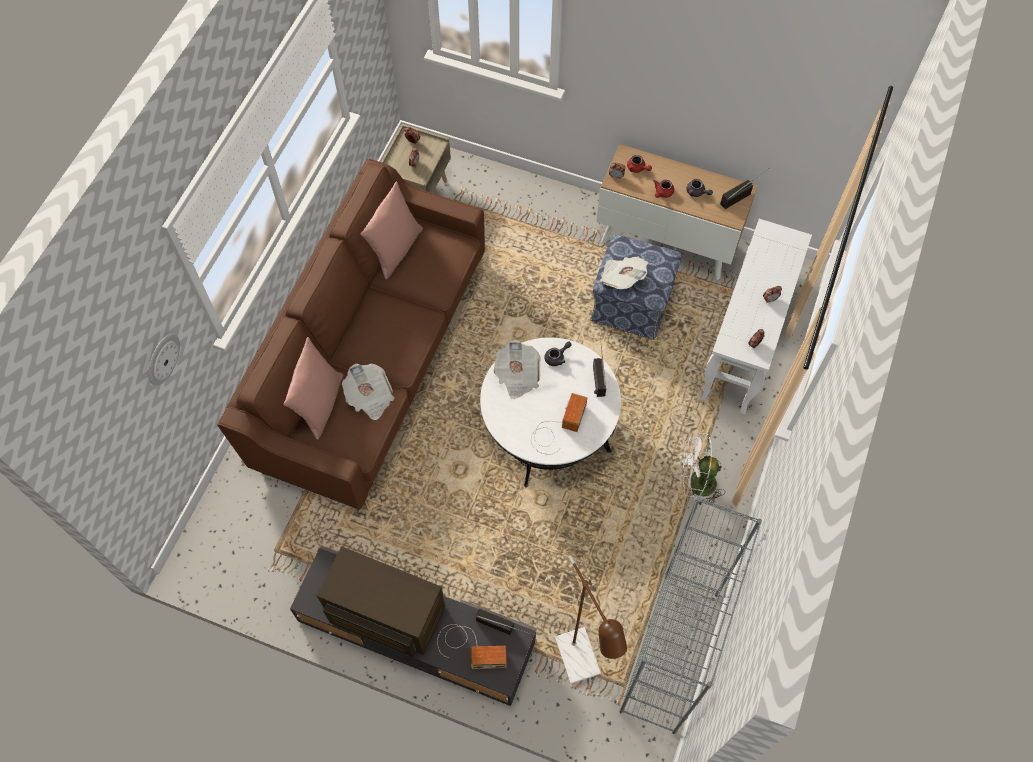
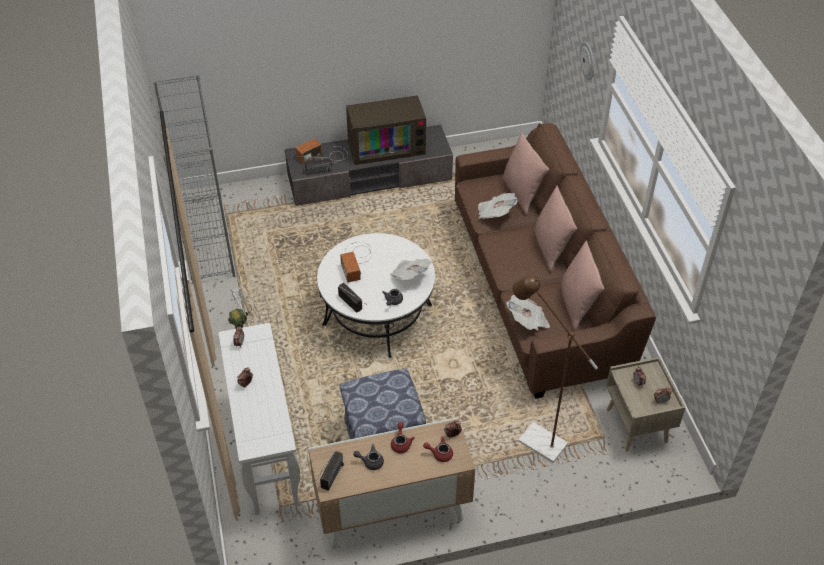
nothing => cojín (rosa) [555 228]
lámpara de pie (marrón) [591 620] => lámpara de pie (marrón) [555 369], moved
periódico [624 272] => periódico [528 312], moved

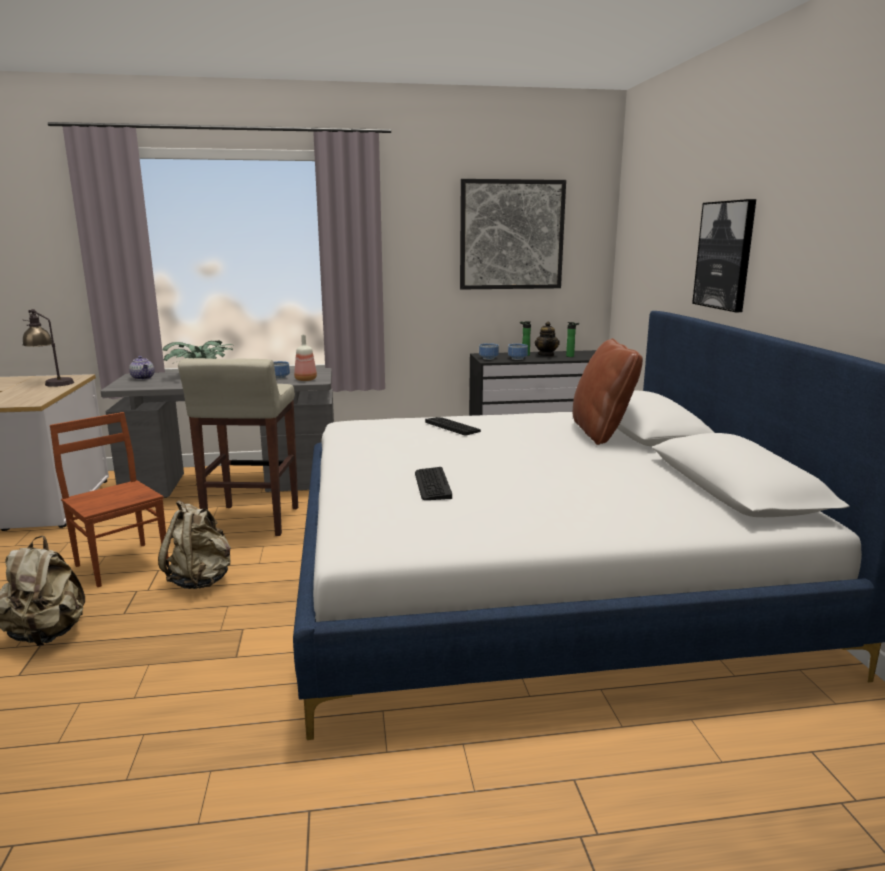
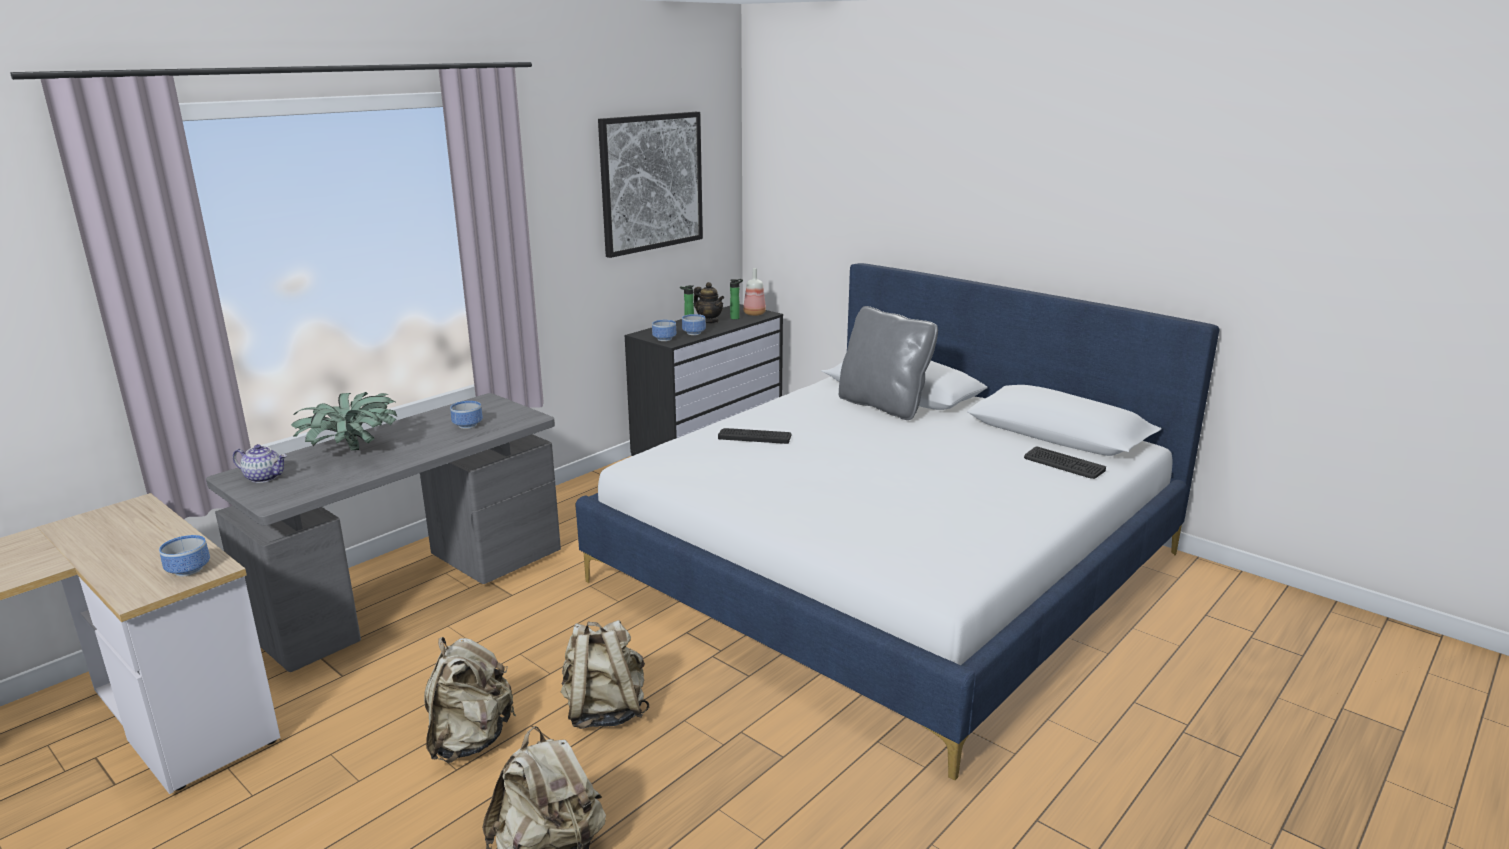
lámpara de mesa [48 348] => nothing
taburete (beis) [238 447] => nothing
cuadro [724 255] => nothing
nothing => cuenco [184 555]
botella [305 358] => botella [754 292], moved
teclado [433 483] => teclado [1065 462], moved
silla (marrón) [109 499] => mochila (beis) [470 700]
cojín (marrón) [608 391] => cojín (gris) [888 363]

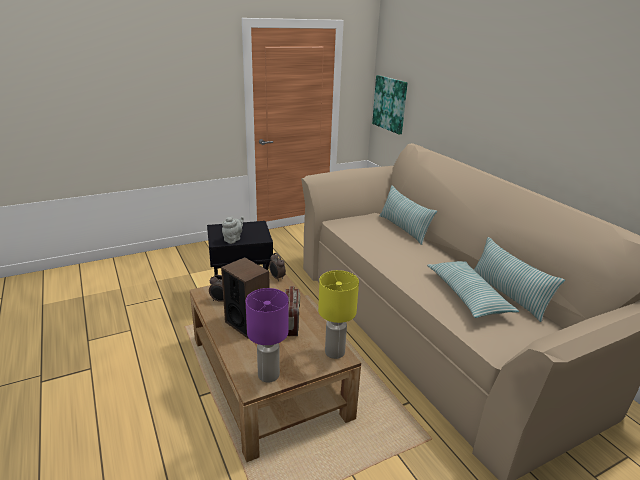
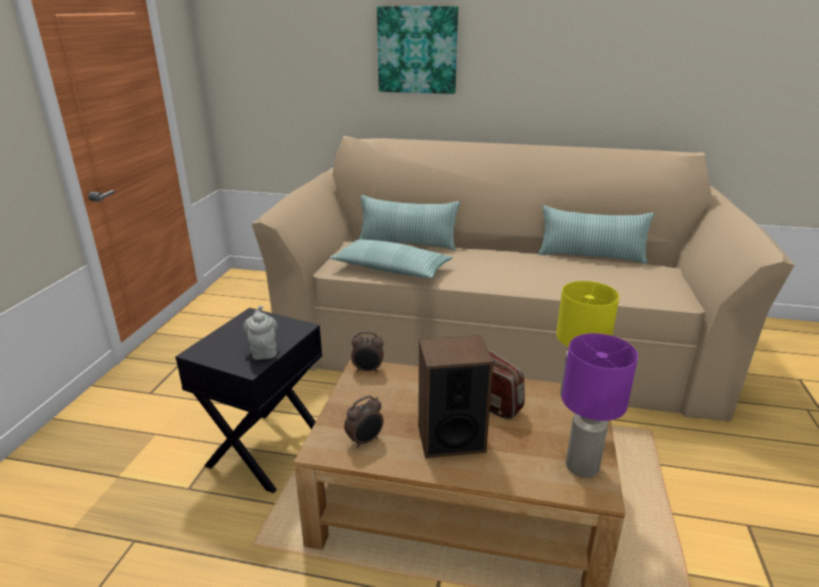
cuadro [390 104] => cuadro [417 50], moved
cojín [473 289] => cojín [391 258], moved

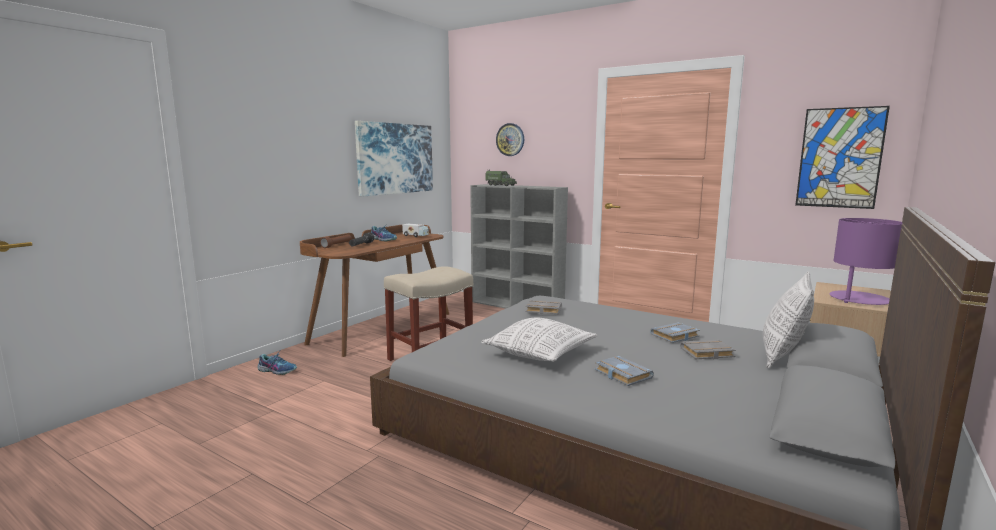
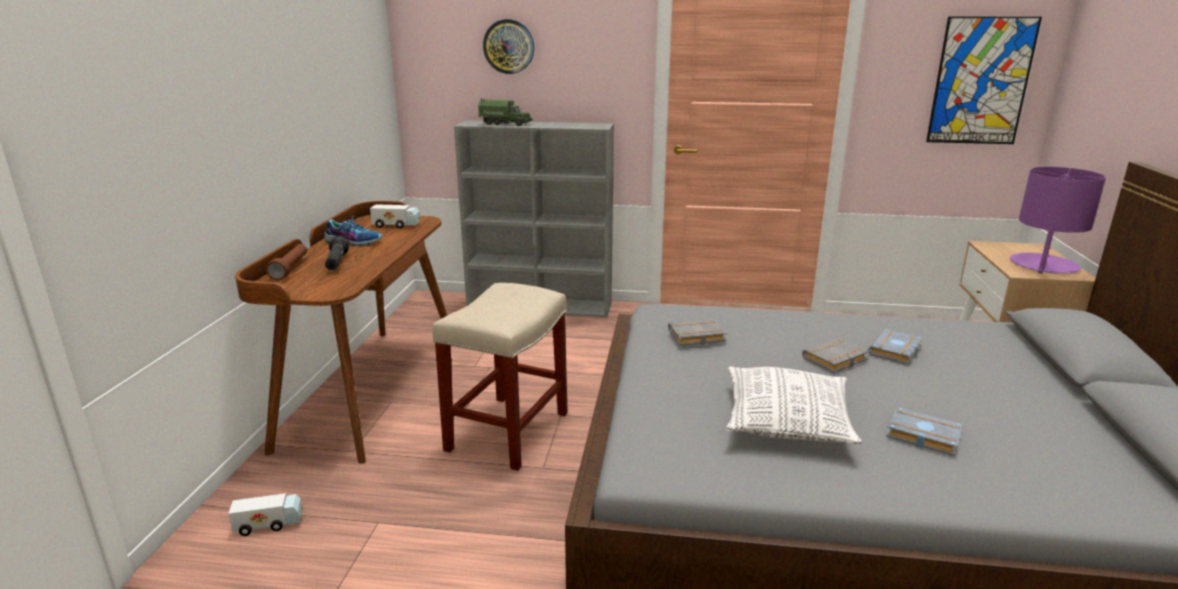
cuadro [394 159] => nothing
cojín [788 320] => nothing
libro (gris) [708 349] => libro (gris) [835 355], moved
zapato [277 363] => camión de juguete [265 514]

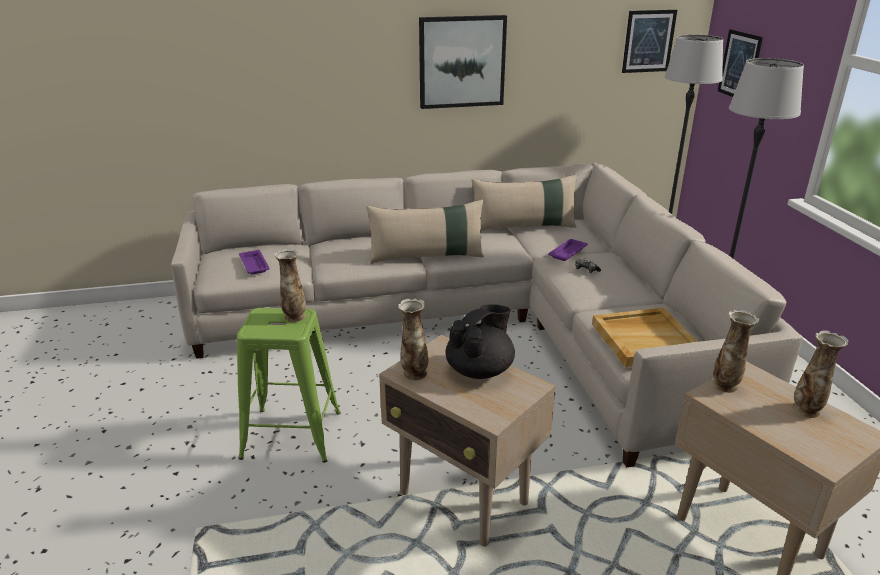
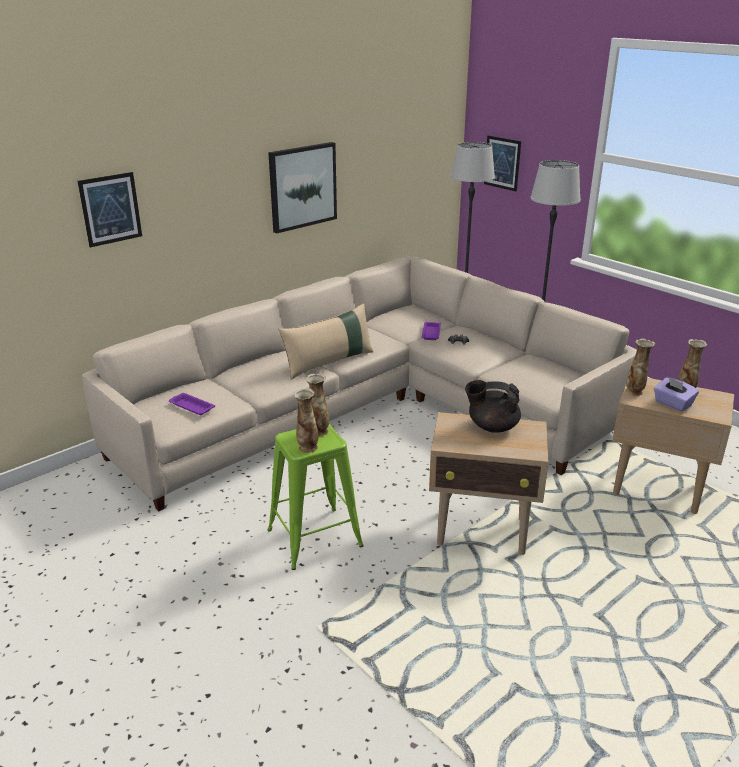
cojín (beis) [524 202] => nothing
bandeja (beis) [645 337] => nothing
nothing => caja de pañuelos (morado) [676 394]
florero [413 339] => florero [306 420], moved
cuadro [649 41] => cuadro [110 209], moved
tetera (negro) [480 341] => tetera (negro) [493 406], 90 degrees counterclockwise

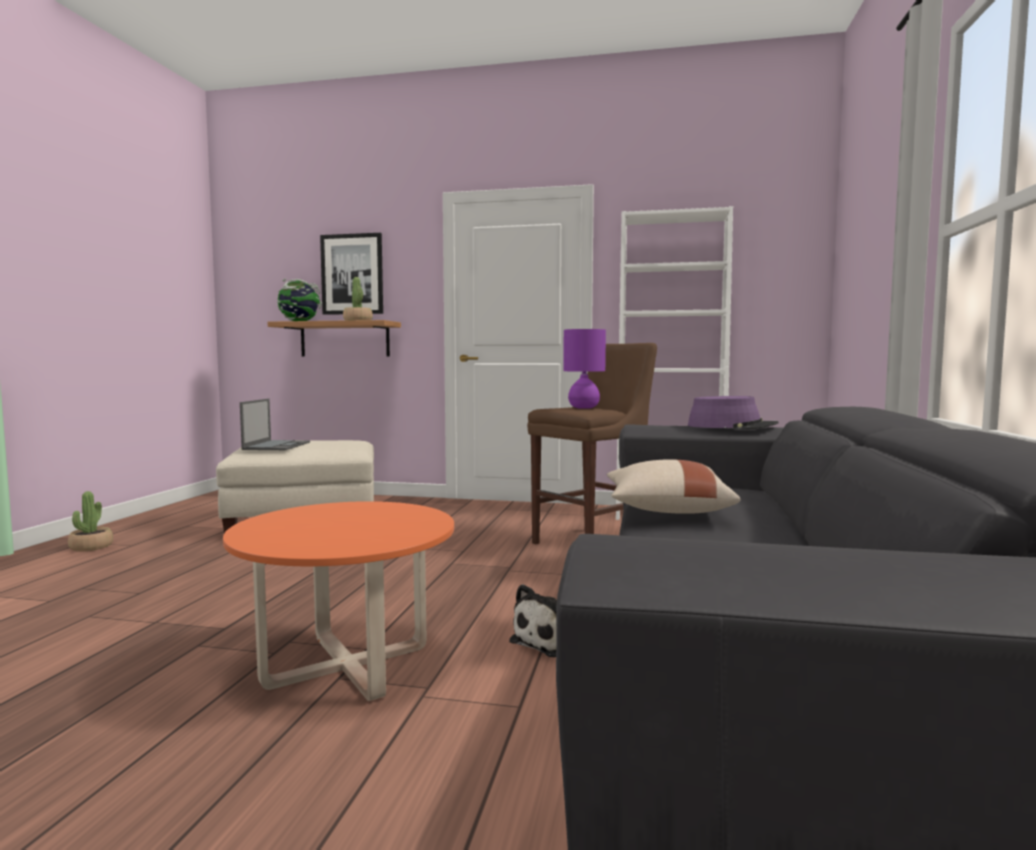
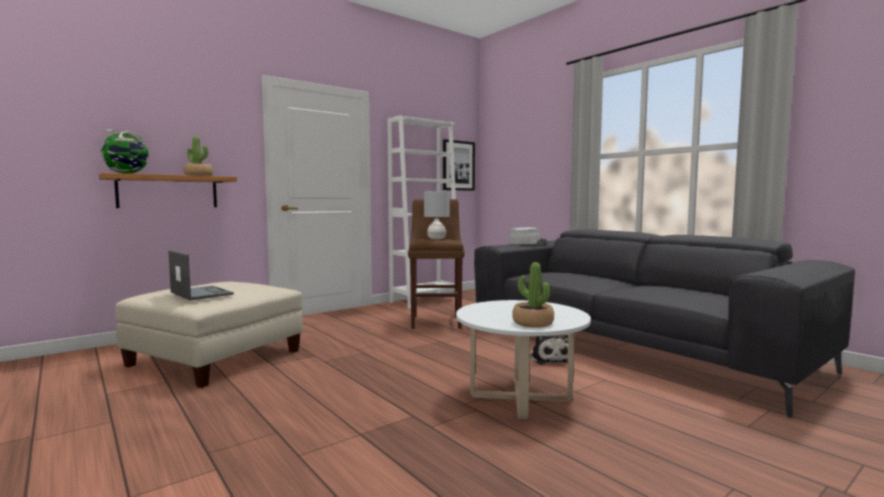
cojín (beis) [673 486] => nothing
planta en maceta [90 521] => planta en maceta [533 295], moved
cuadro [351 274] => cuadro [459 165], moved
mesa de centro (naranja) [338 601] => mesa de centro (blanco) [523 359]
lámpara de mesa (morado) [584 369] => lámpara de mesa (gris) [436 215]
sombrero (morado) [733 412] => sombrero (gris) [527 235]

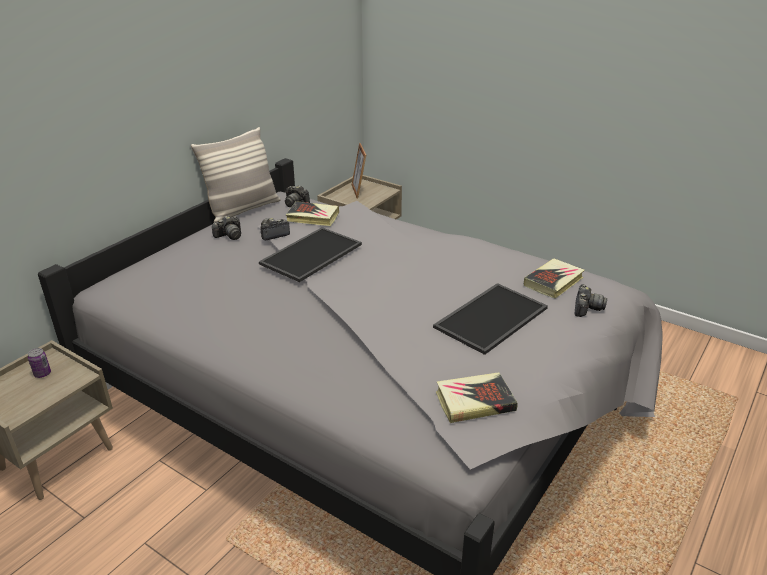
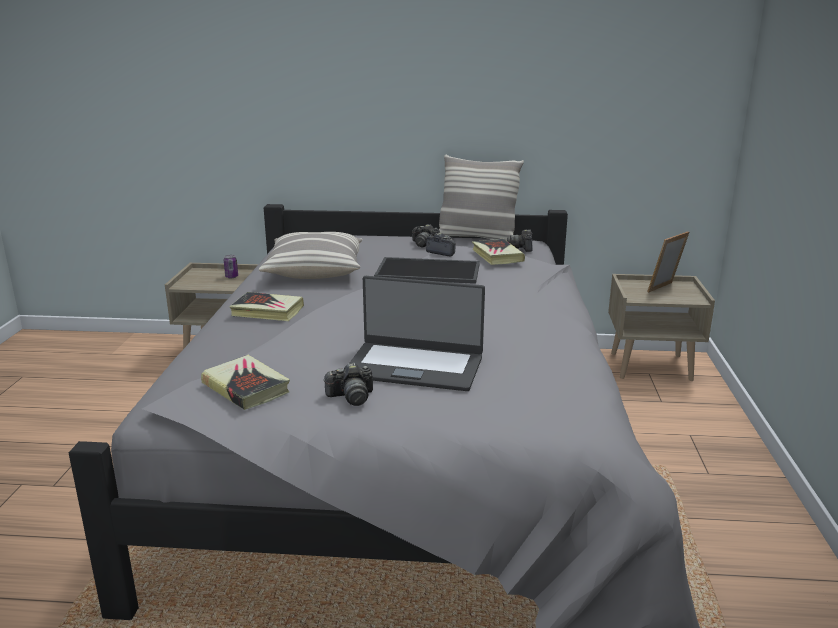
nothing => cojín [311 255]
libro [554 279] => libro [267 306], moved
cámara [590 300] => cámara [348 384], moved
bandeja [490 319] => portátil [417 333]

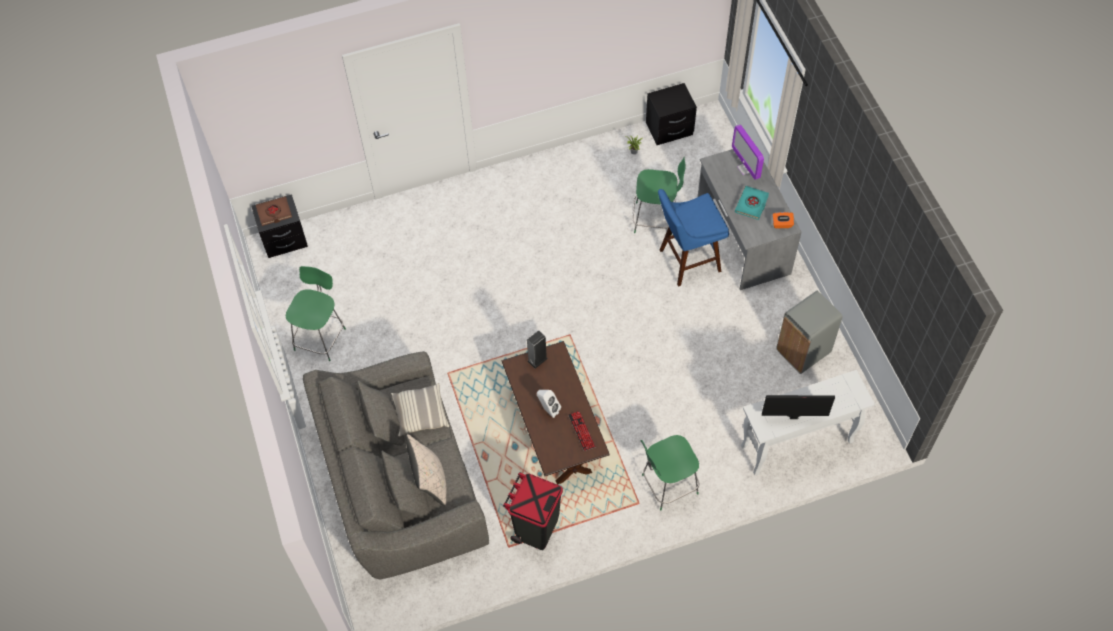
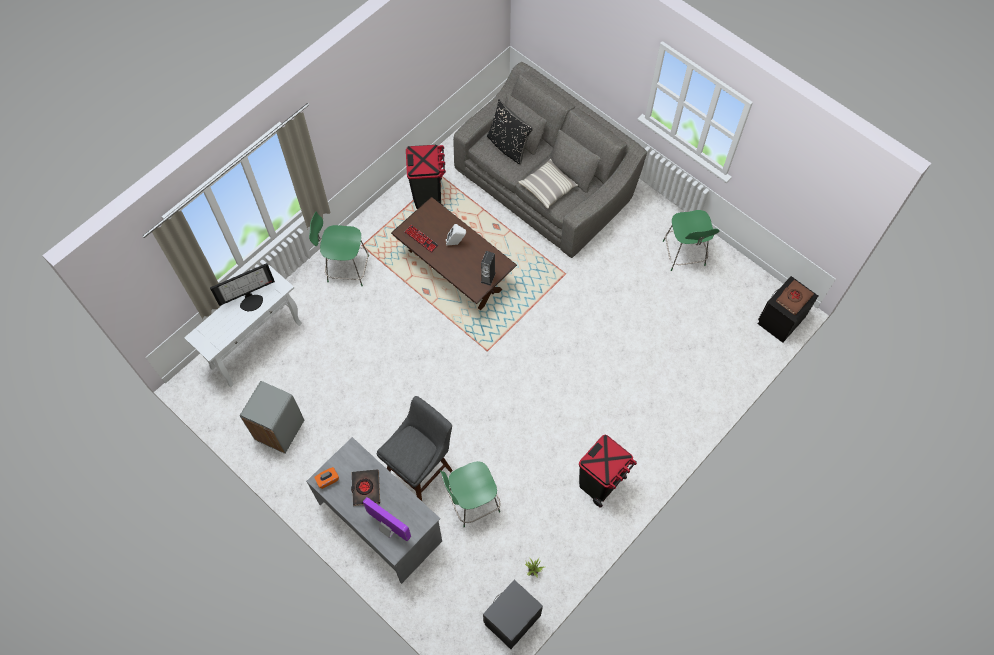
nothing => papelera (negro) [608 471]
cojín (beis) [426 470] => cojín (negro) [510 132]
taburete (azul) [693 238] => taburete (gris) [415 448]
libro (turquesa) [752 203] => libro (negro) [365 487]
silla (verde) [670 472] => silla (verde) [339 249], 120 degrees counterclockwise

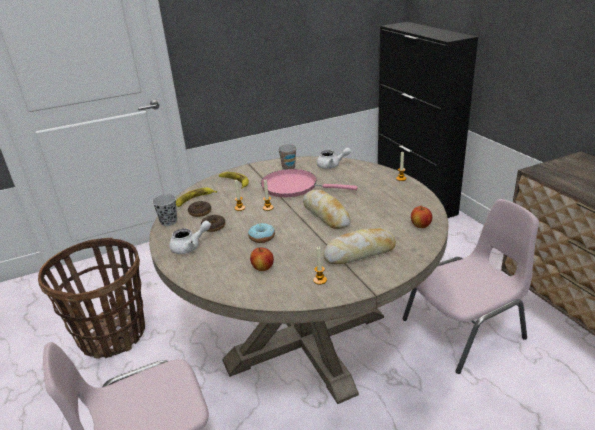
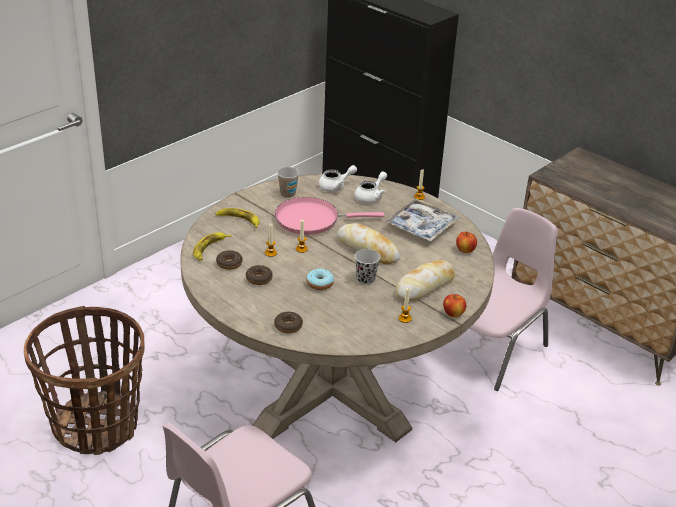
nothing => rosquilla [288 322]
nothing => bandeja [422 220]
taza (negro) [164 210] => taza (negro) [367 267], moved
tetera (blanco) [190 237] => tetera (blanco) [370 187], moved
manzana [262 259] => manzana [454 305], moved

